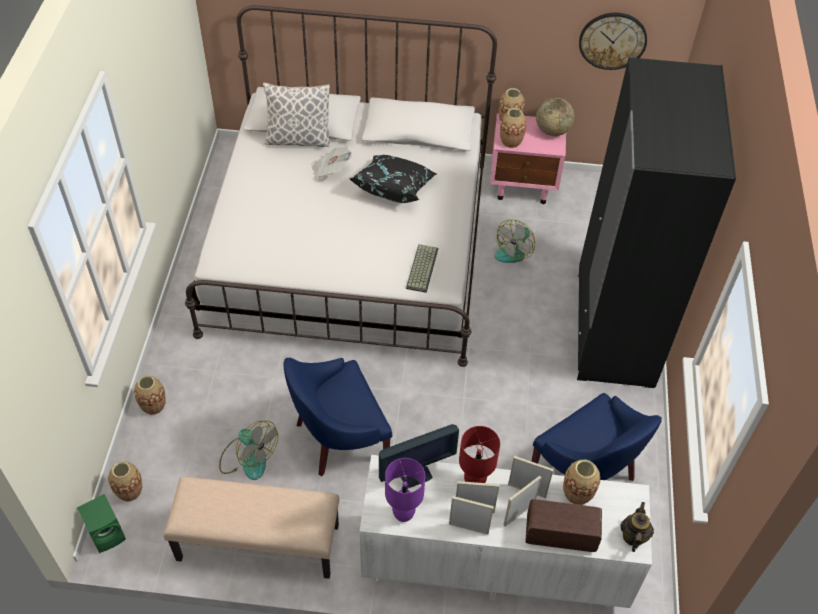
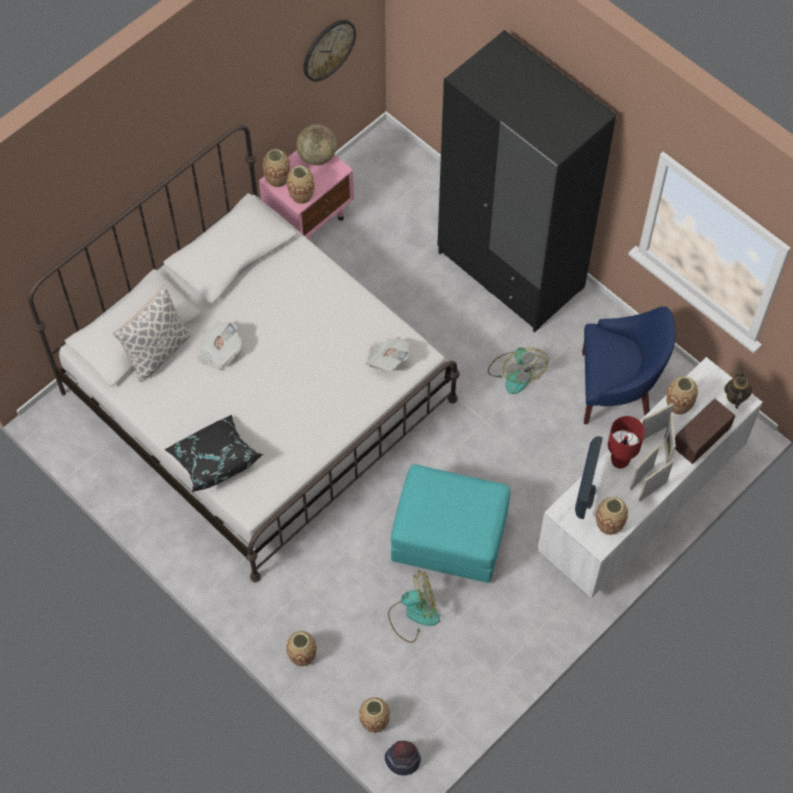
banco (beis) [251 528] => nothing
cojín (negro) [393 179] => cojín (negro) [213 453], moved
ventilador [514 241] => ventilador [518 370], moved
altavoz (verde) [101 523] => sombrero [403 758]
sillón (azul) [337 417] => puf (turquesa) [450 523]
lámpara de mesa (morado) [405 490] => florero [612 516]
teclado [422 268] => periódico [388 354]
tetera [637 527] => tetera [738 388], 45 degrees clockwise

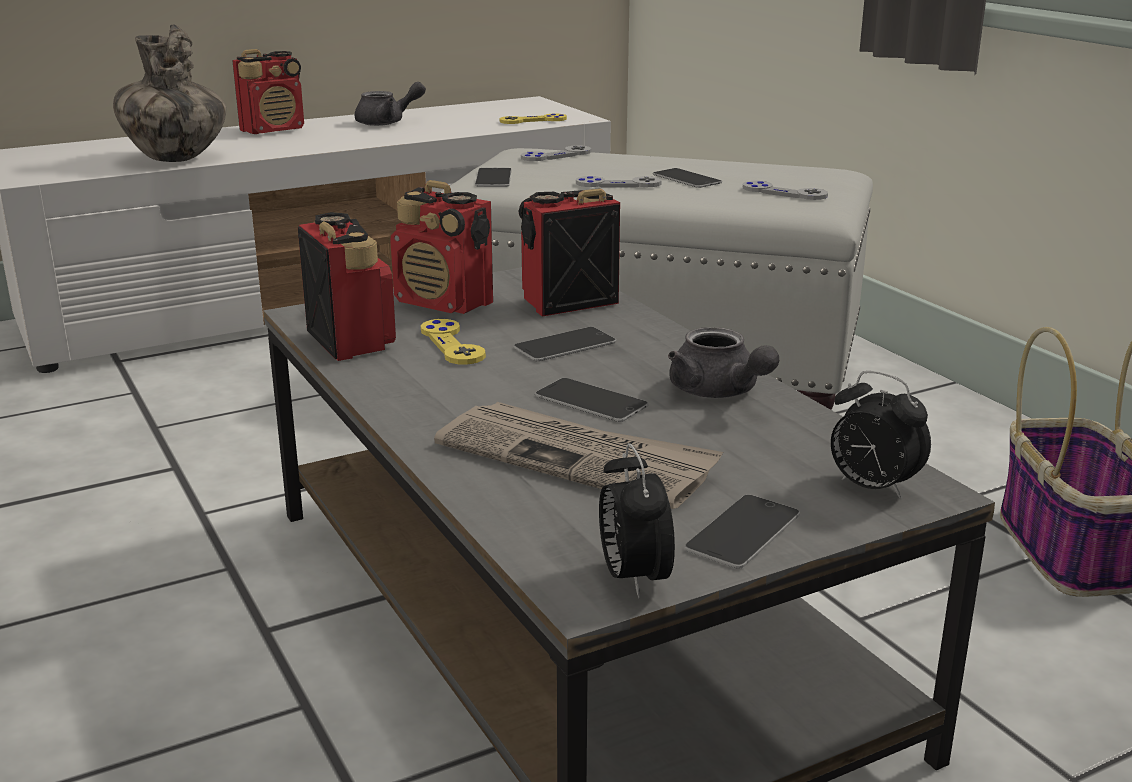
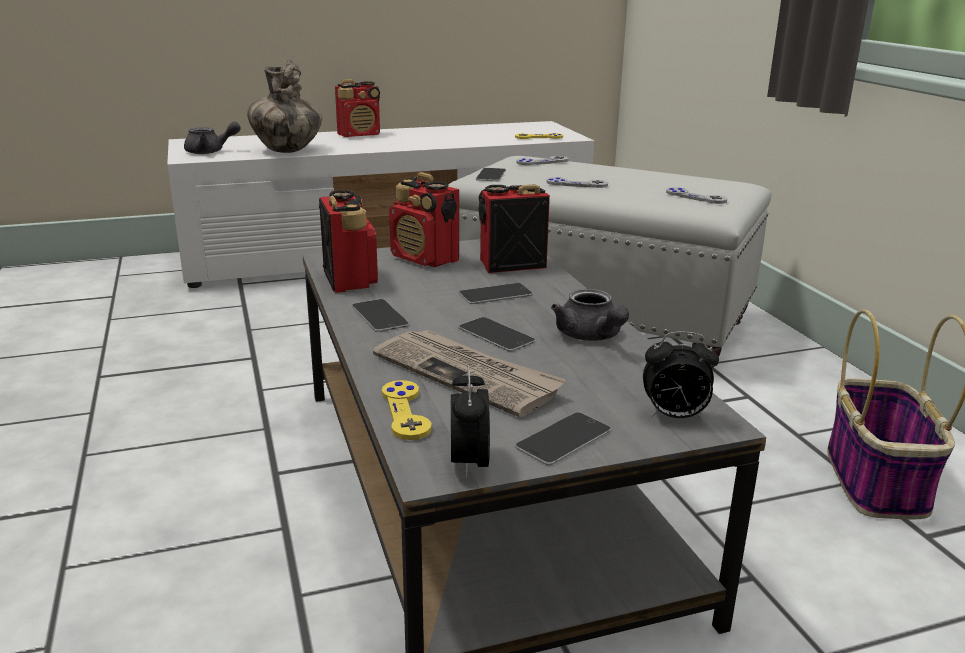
tetera (gris) [390 104] => tetera (gris) [212 138], moved
mando de consola (amarillo) [453 342] => mando de consola (amarillo) [407 410], moved
móvil [687 178] => móvil [381 315], moved
despertador [881 435] => despertador [681 375], 45 degrees counterclockwise

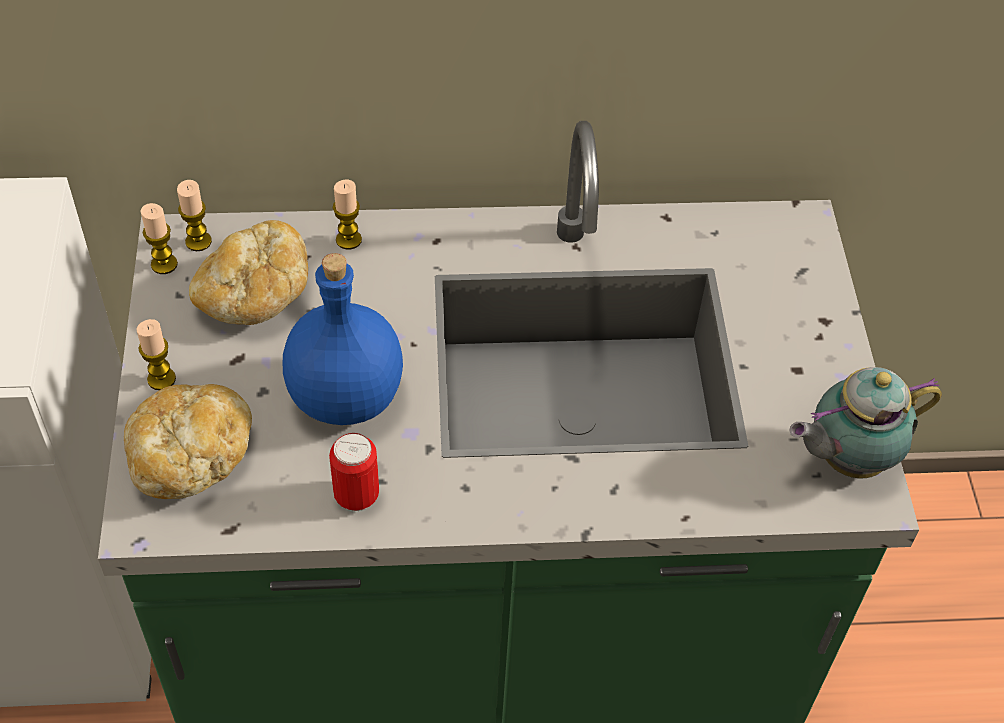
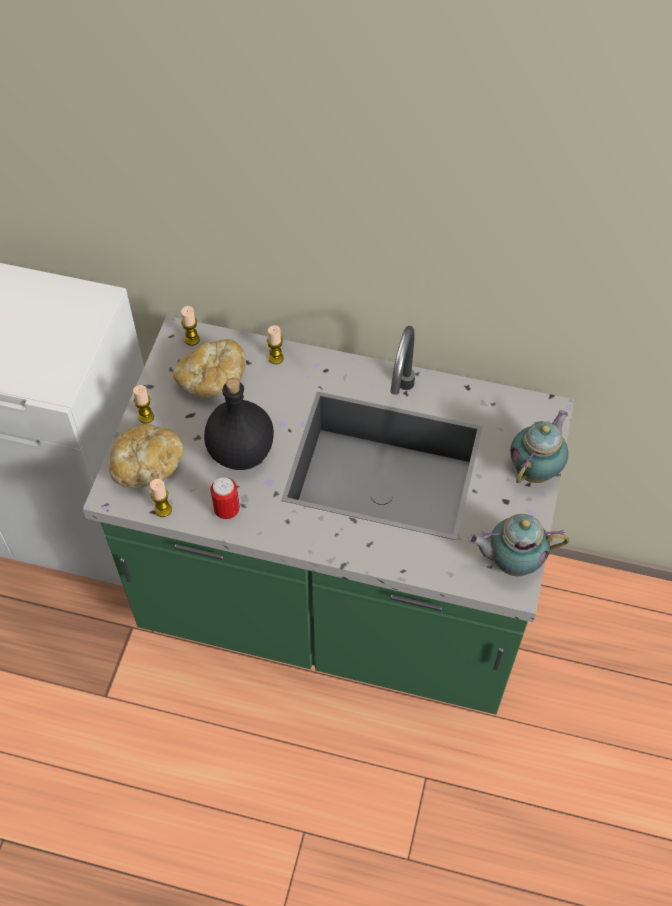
nothing => tetera [539 447]
vela [159 238] => vela [161 498], moved
botella (azul) [343 339] => botella (negro) [239 424]

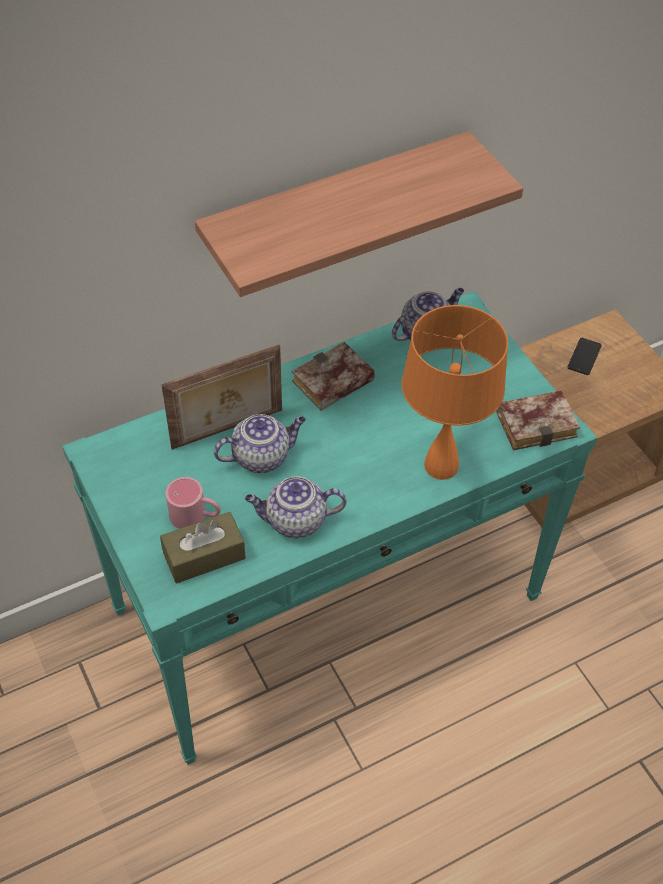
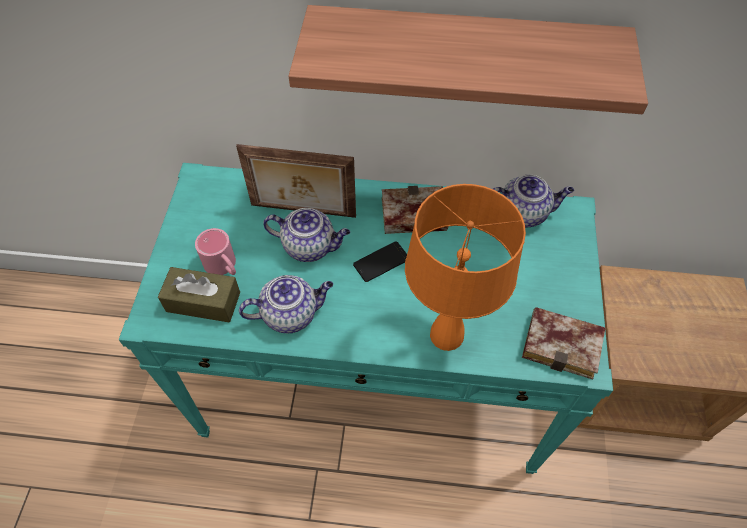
móvil [584 356] => móvil [380 261], moved
tetera [296 507] => tetera [286 304], 135 degrees clockwise

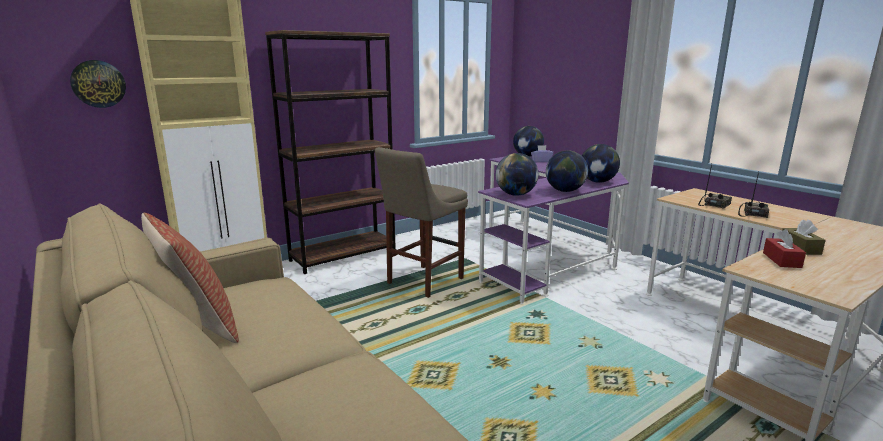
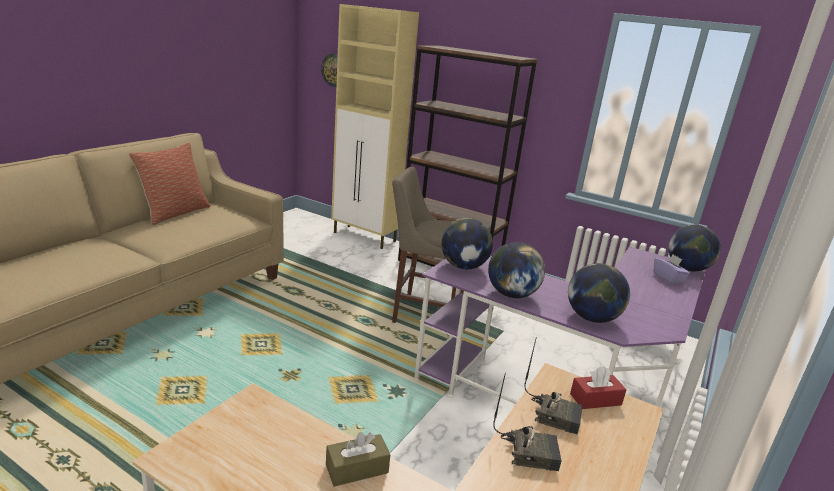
caja de pañuelos (rojo) [784 248] => caja de pañuelos (rojo) [598 387], moved

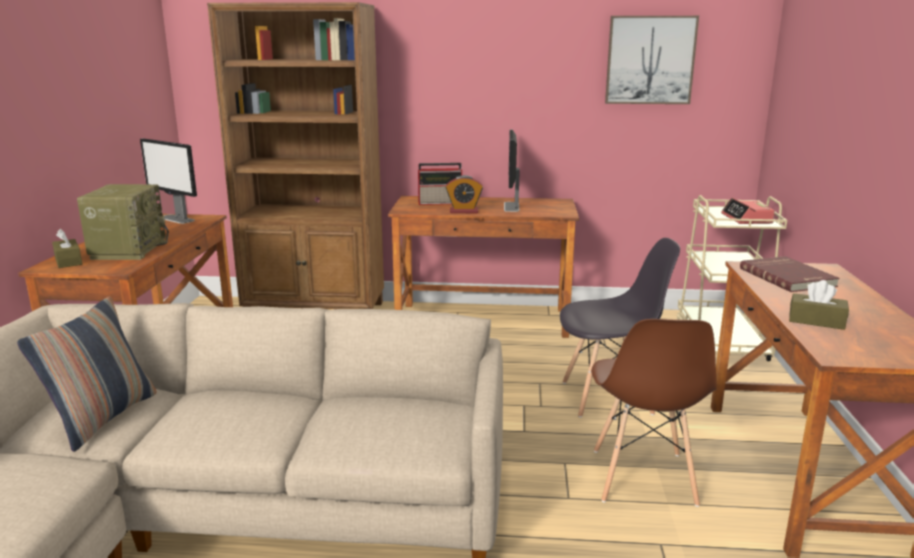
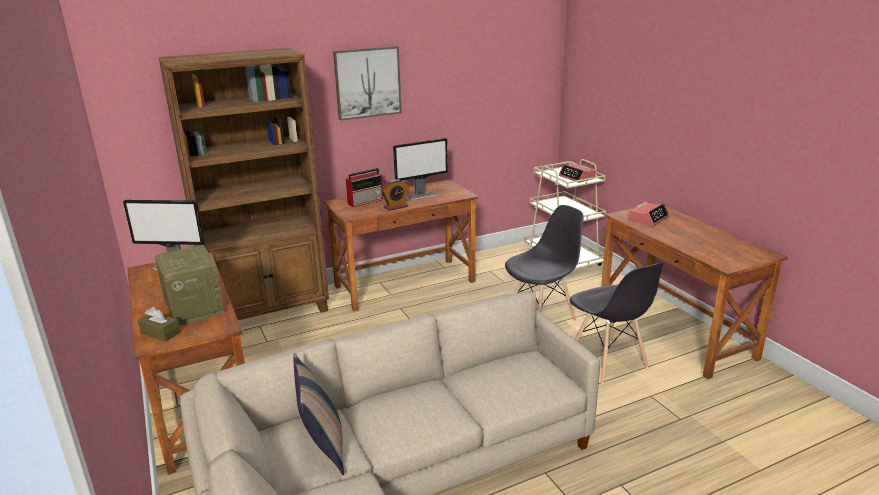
caja de pañuelos (marrón) [819 305] => nothing
cuadro [652 60] => cuadro [367 83], moved
libro (rojo) [790 274] => despertador [648 214]
silla (marrón) [654 413] => silla (gris) [616 323]
monitor [512 171] => monitor [420 169], 90 degrees counterclockwise

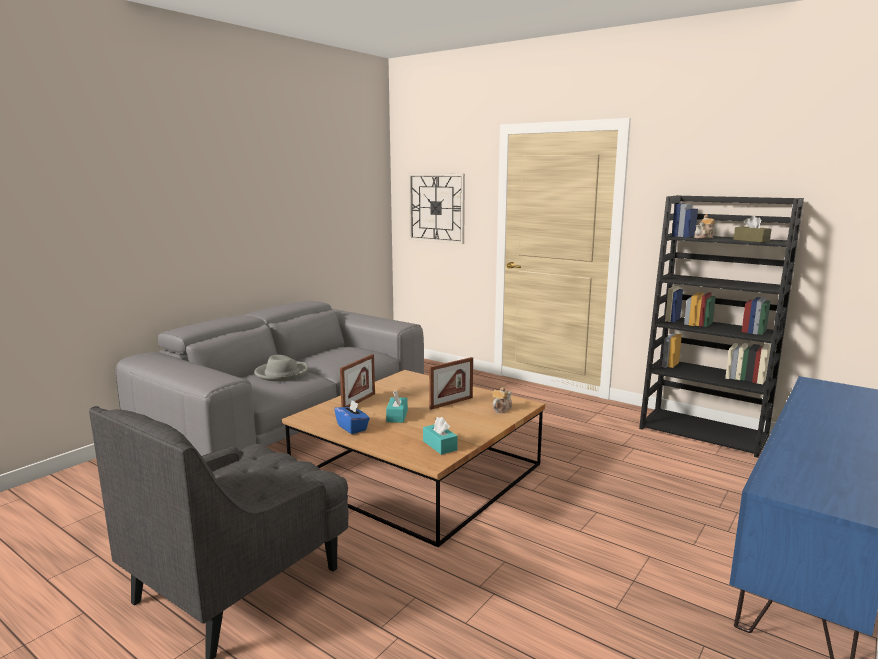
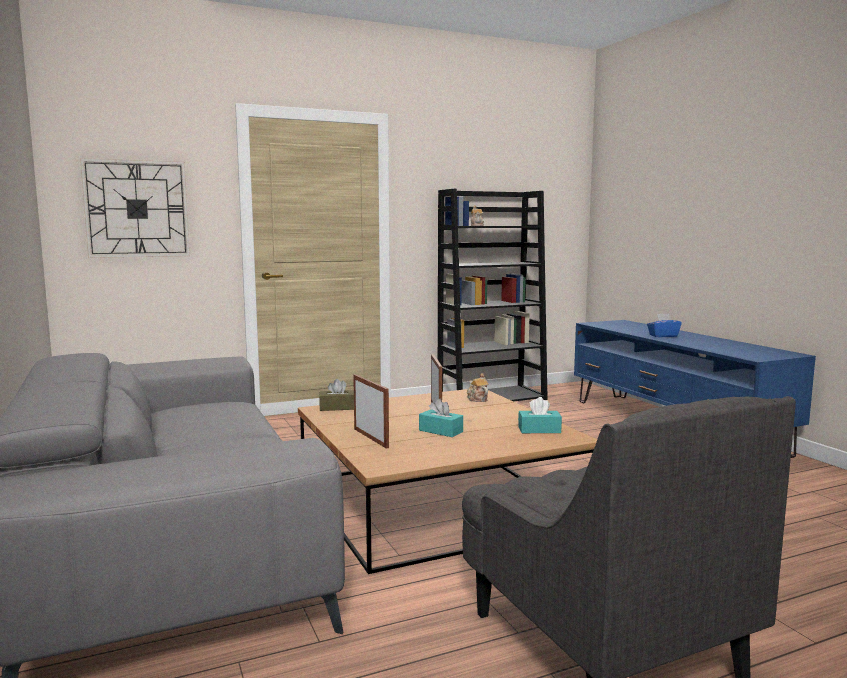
sombrero (gris) [281 368] => nothing
caja de pañuelos (azul) [352 417] => caja de pañuelos (azul) [664 325], moved
caja de pañuelos (marrón) [752 229] => caja de pañuelos (marrón) [336 395], moved

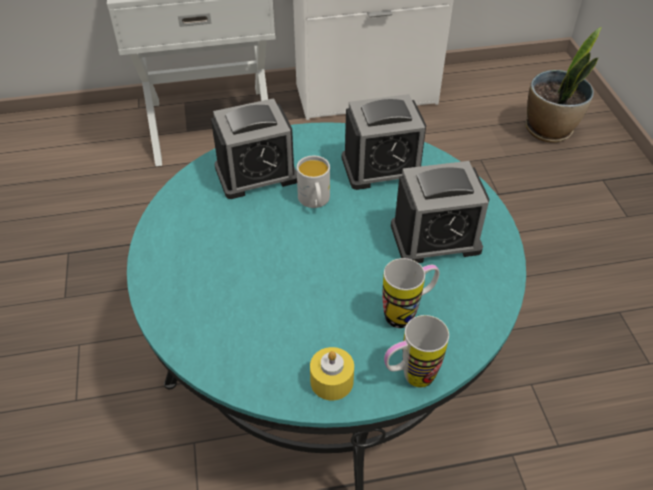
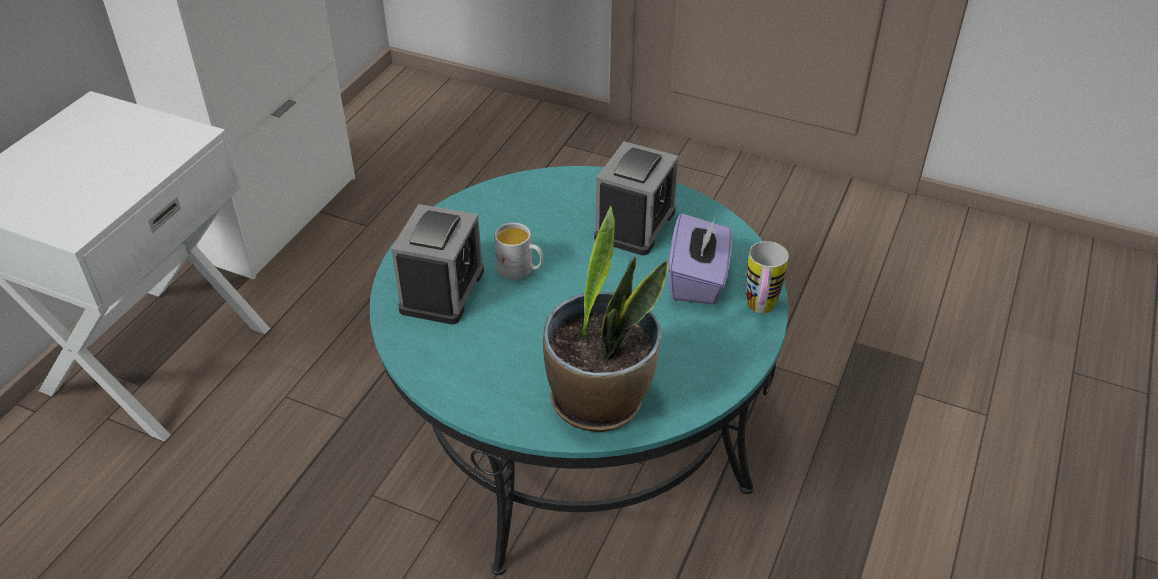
vela (amarillo) [332 373] => nothing
despertador [384 142] => nothing
planta en maceta [563 85] => planta en maceta [605 319], moved
taza grande [410 293] => caja de pañuelos (morado) [700 259]

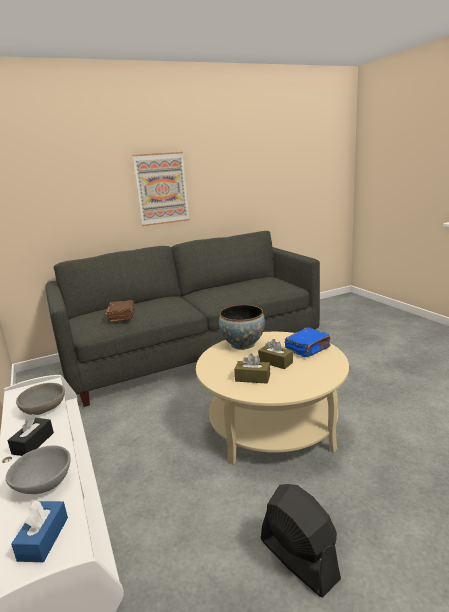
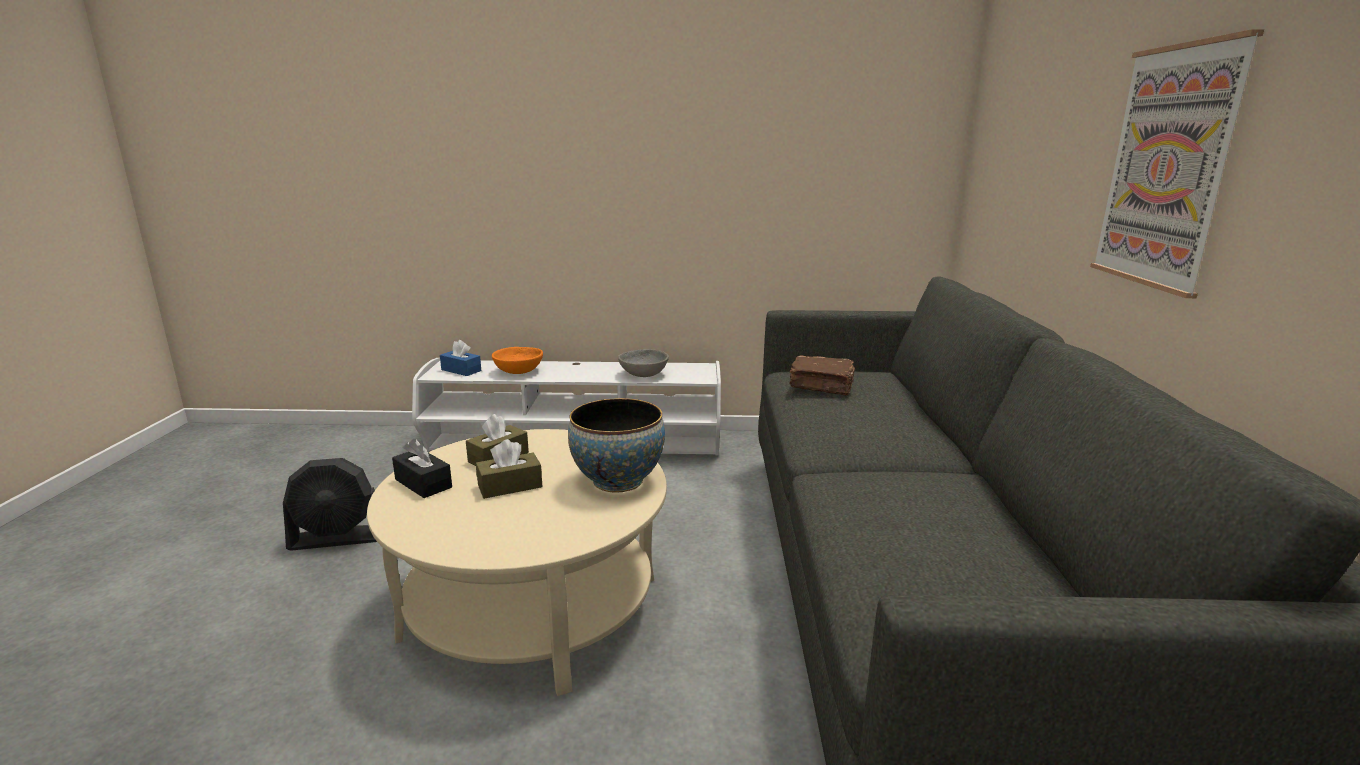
libro (azul) [308 342] => nothing
caja de pañuelos (negro) [30 435] => caja de pañuelos (negro) [422 468], moved
cuenco (gris) [38 469] => cuenco (naranja) [517 360]

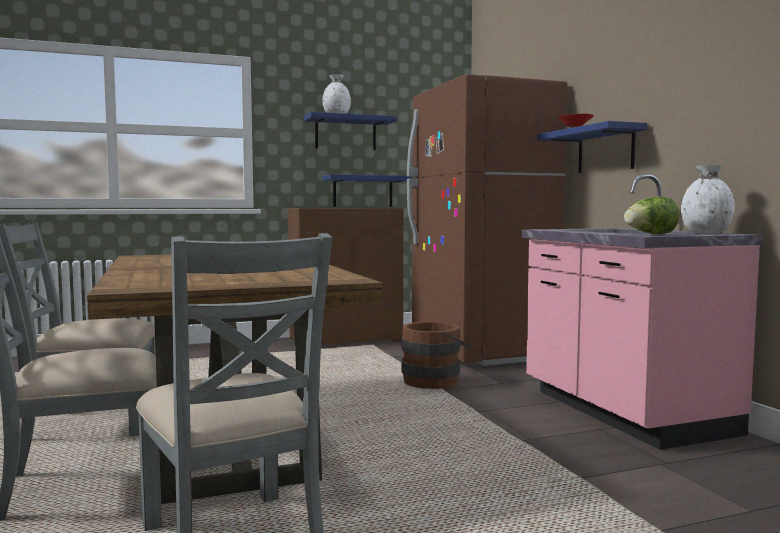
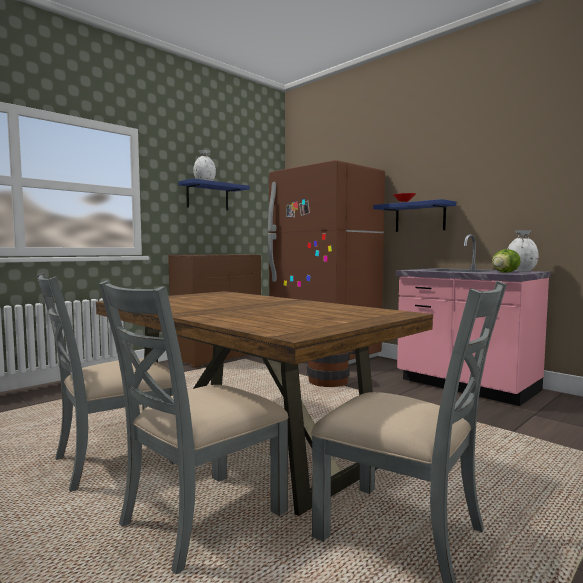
estante (azul) [367 190] => nothing

